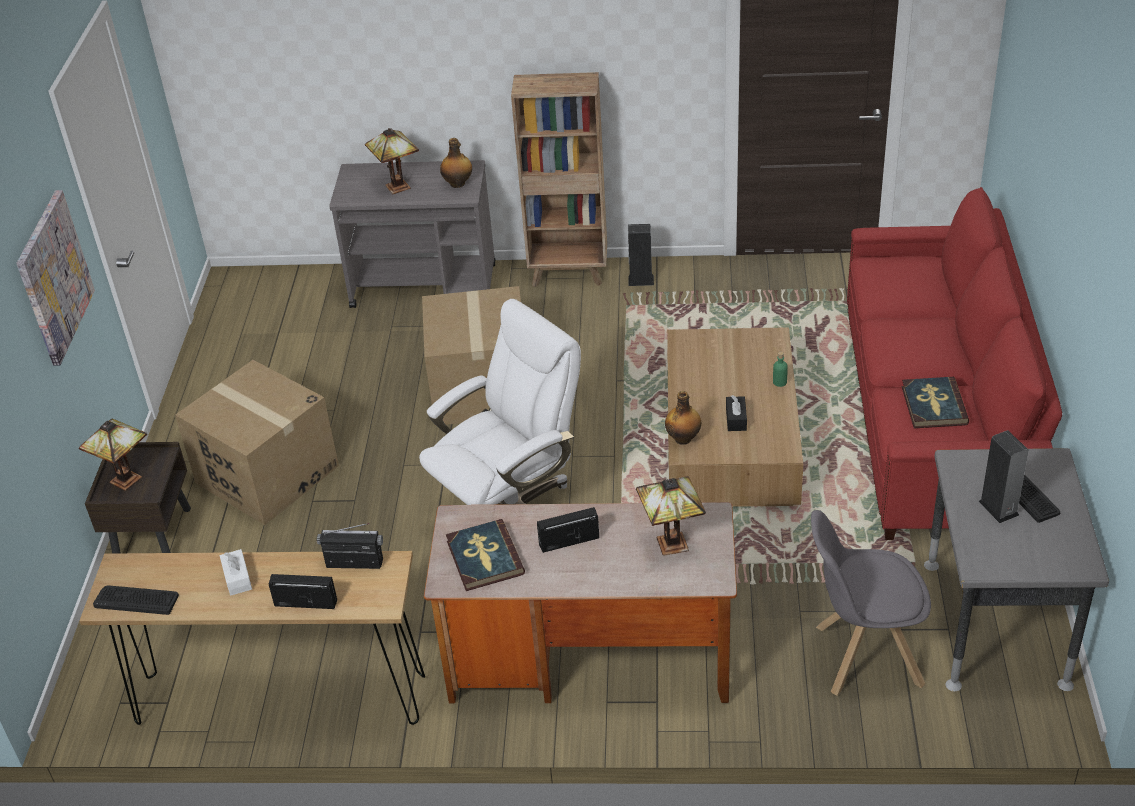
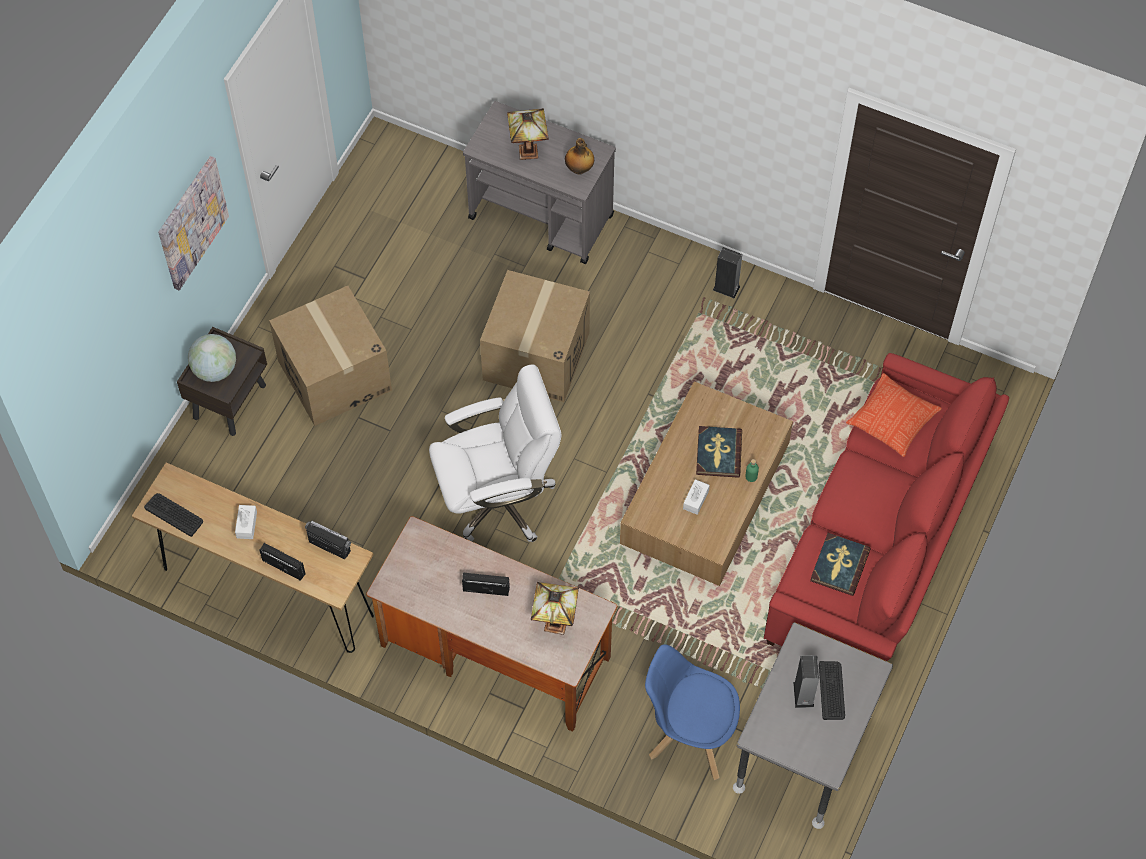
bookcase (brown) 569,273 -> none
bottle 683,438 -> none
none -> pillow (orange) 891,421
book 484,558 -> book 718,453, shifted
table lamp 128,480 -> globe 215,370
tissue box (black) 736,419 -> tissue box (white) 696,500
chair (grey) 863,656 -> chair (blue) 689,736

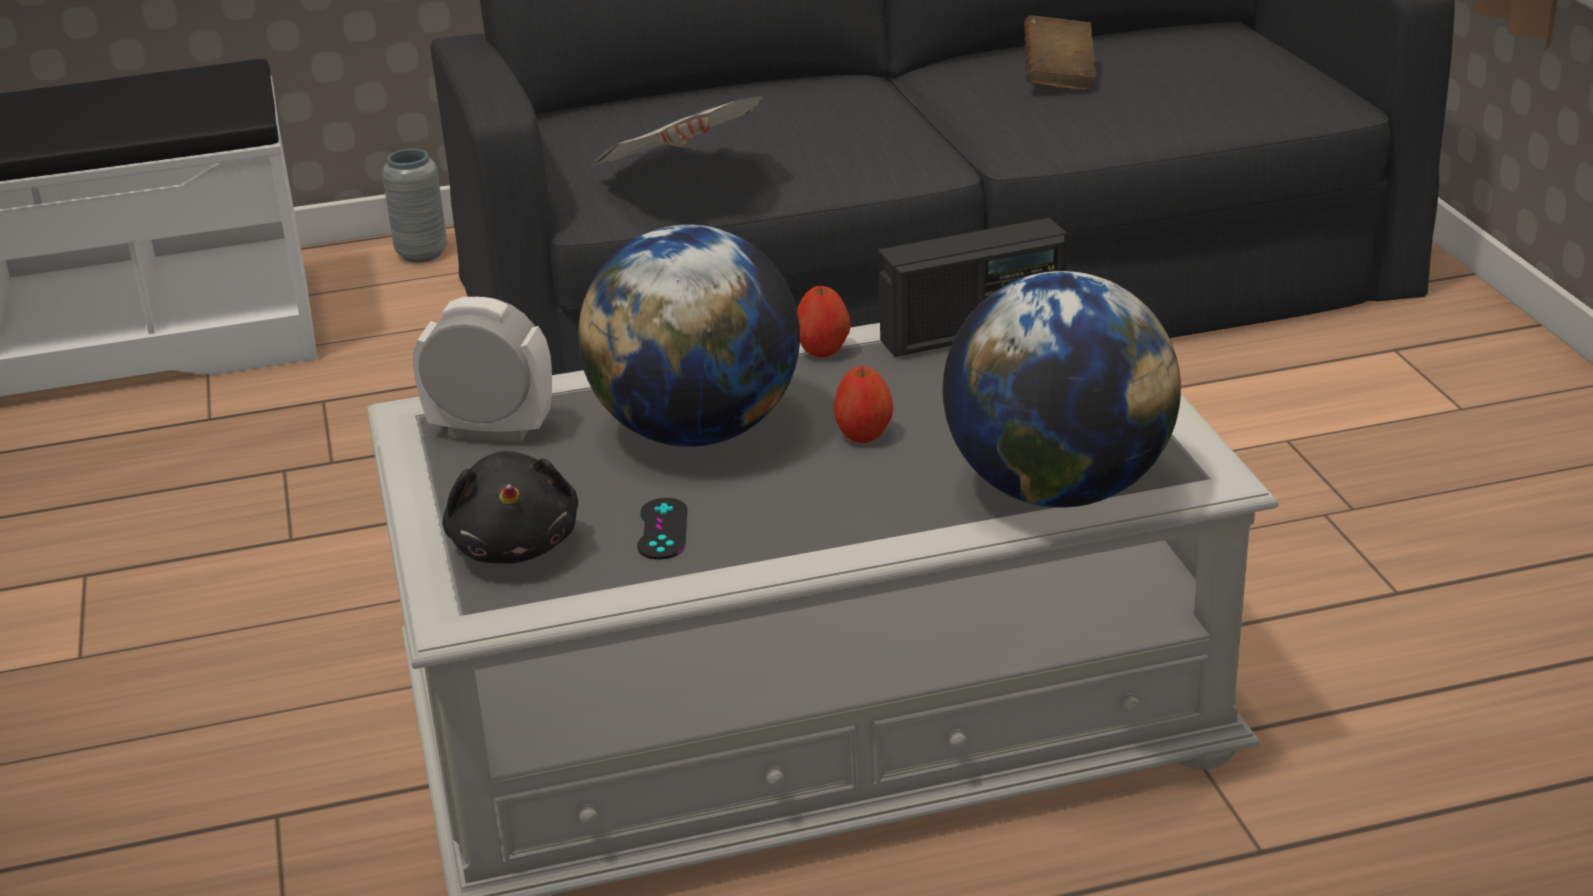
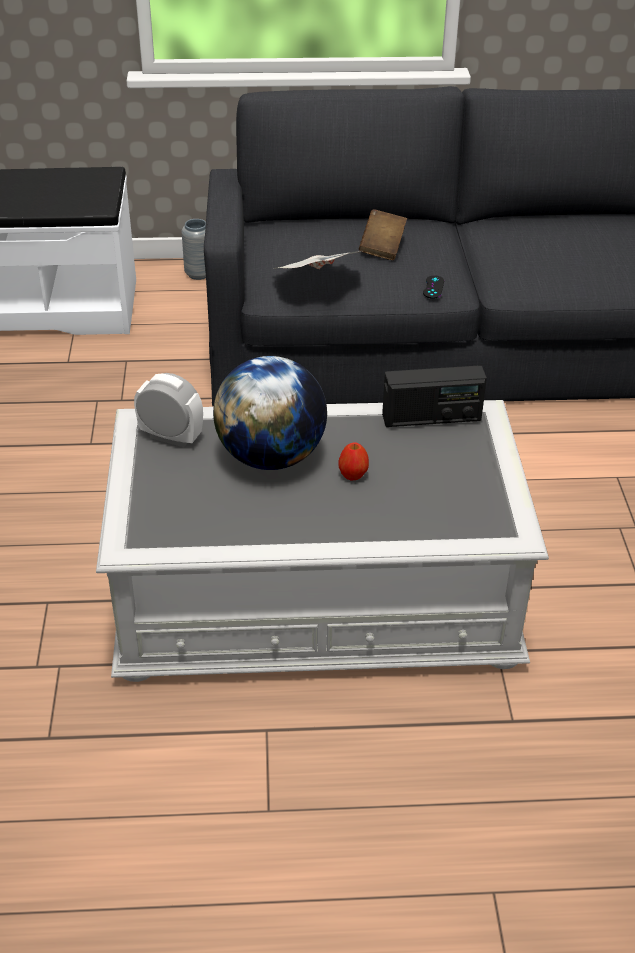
plush toy (black) 515,545 -> none
apple 823,350 -> none
globe 1057,489 -> none
game controller (black) 662,529 -> game controller (black) 433,287, shifted
book (brown) 1058,77 -> book (brown) 382,247, shifted

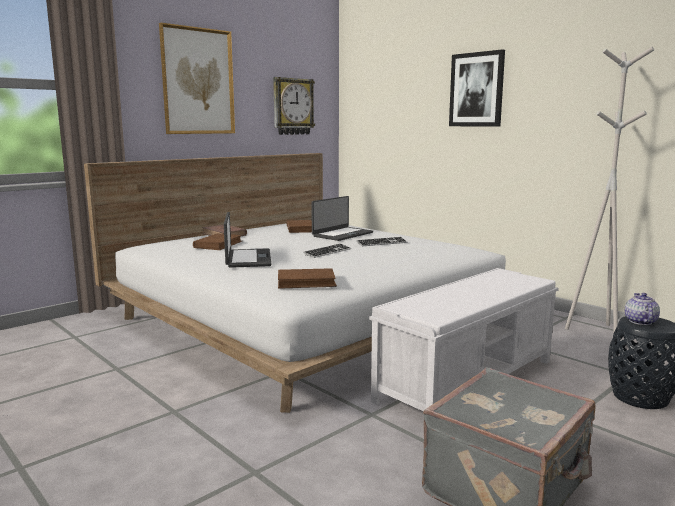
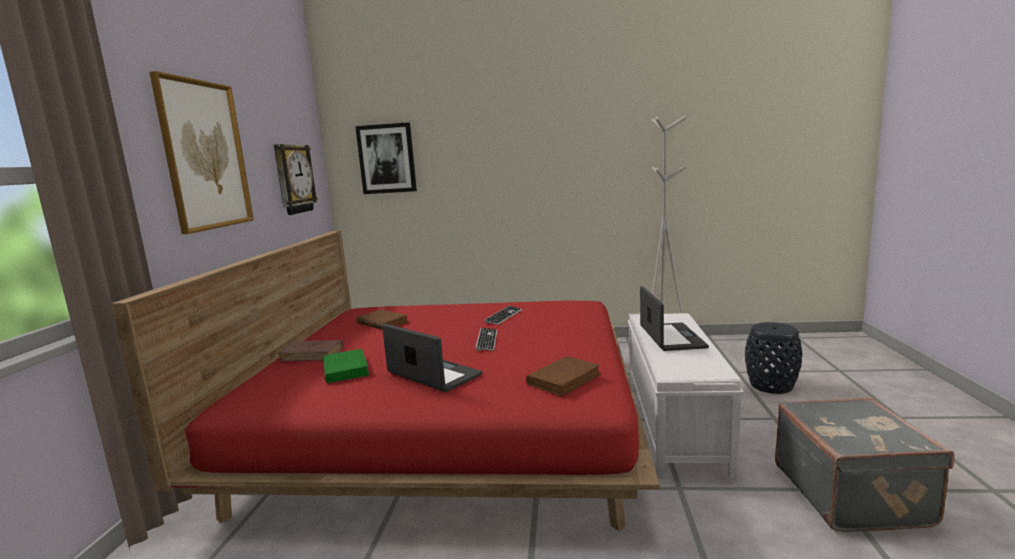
teapot 640,321 -> none
laptop 342,234 -> laptop 671,337, shifted
picture 476,89 -> picture 387,159, shifted
bed (white) 307,320 -> bed (red) 451,422
book (brown) 218,244 -> book (green) 345,369

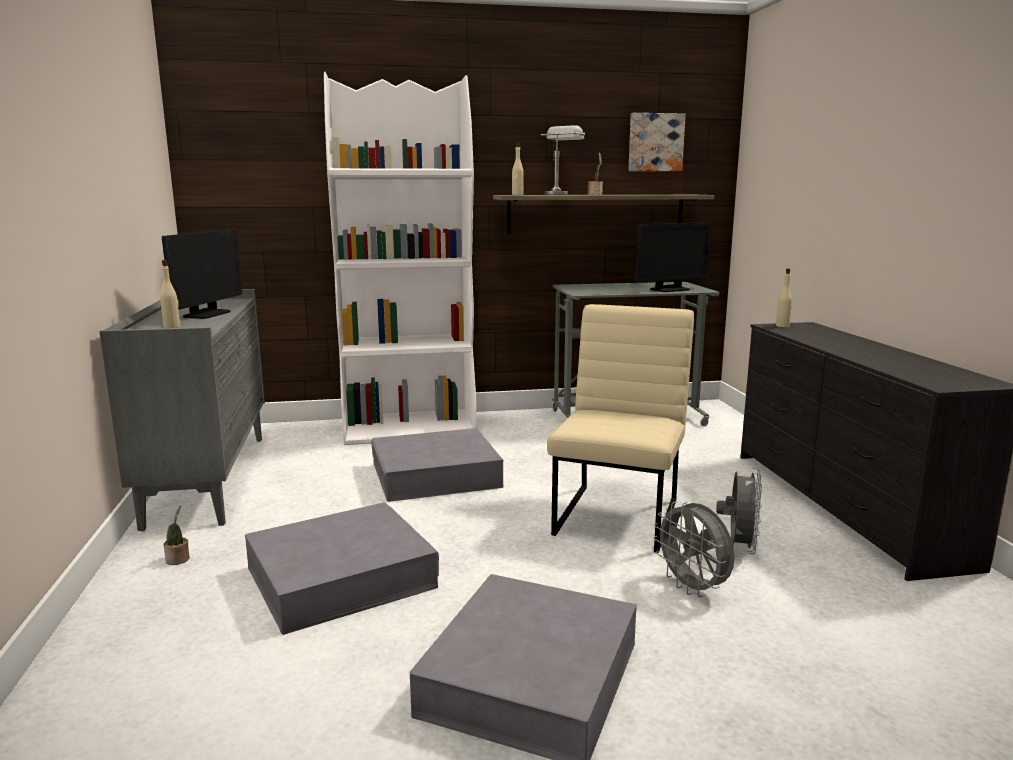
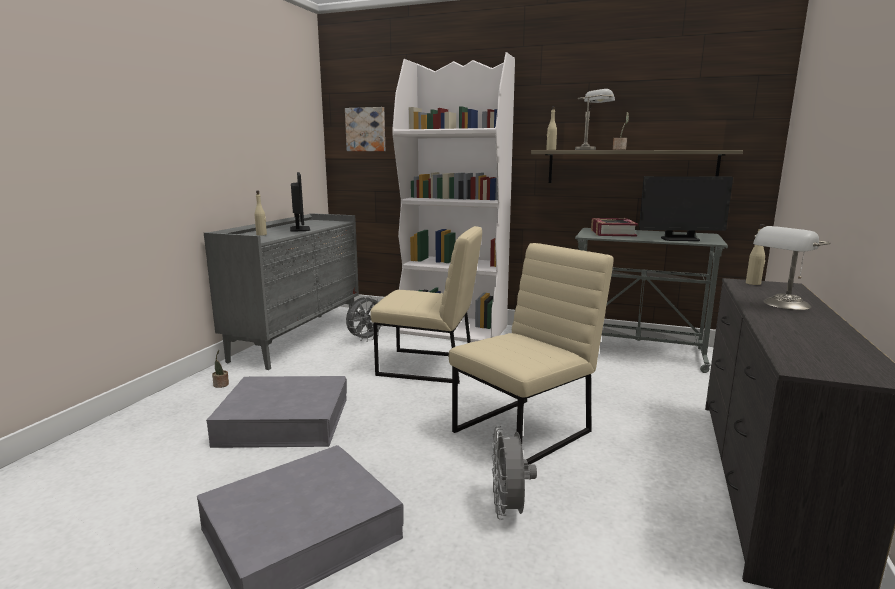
none -> book 612,233
none -> table lamp (white) 782,305
picture 655,142 -> picture 366,129, shifted
fan (grey) 738,547 -> fan (grey) 366,339, shifted
storage box (grey) 436,475 -> chair (beige) 429,366
monitor 207,314 -> monitor 300,229, 60 degrees counterclockwise

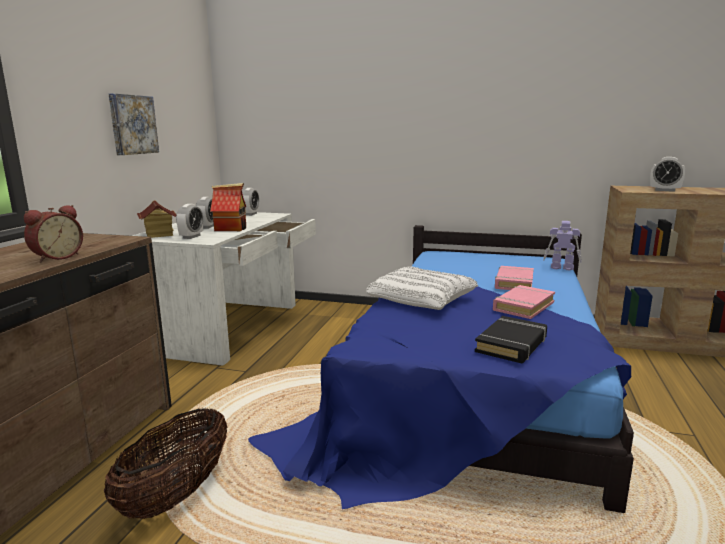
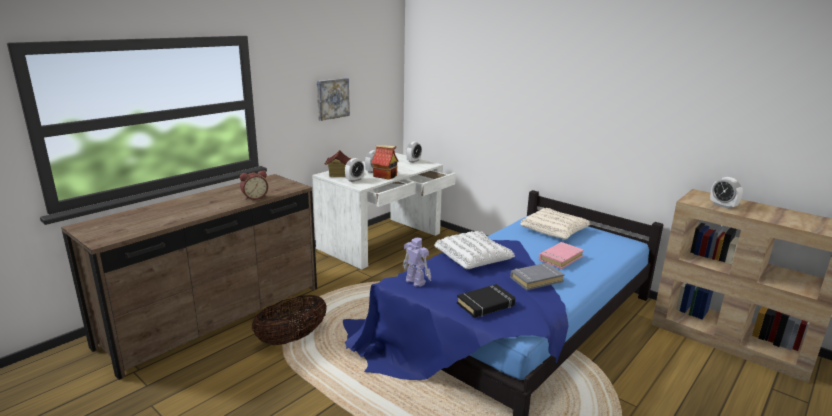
none -> pillow (beige) 554,230
toy robot 561,267 -> toy robot 415,281, shifted
book (pink) 523,306 -> book (grey) 536,279

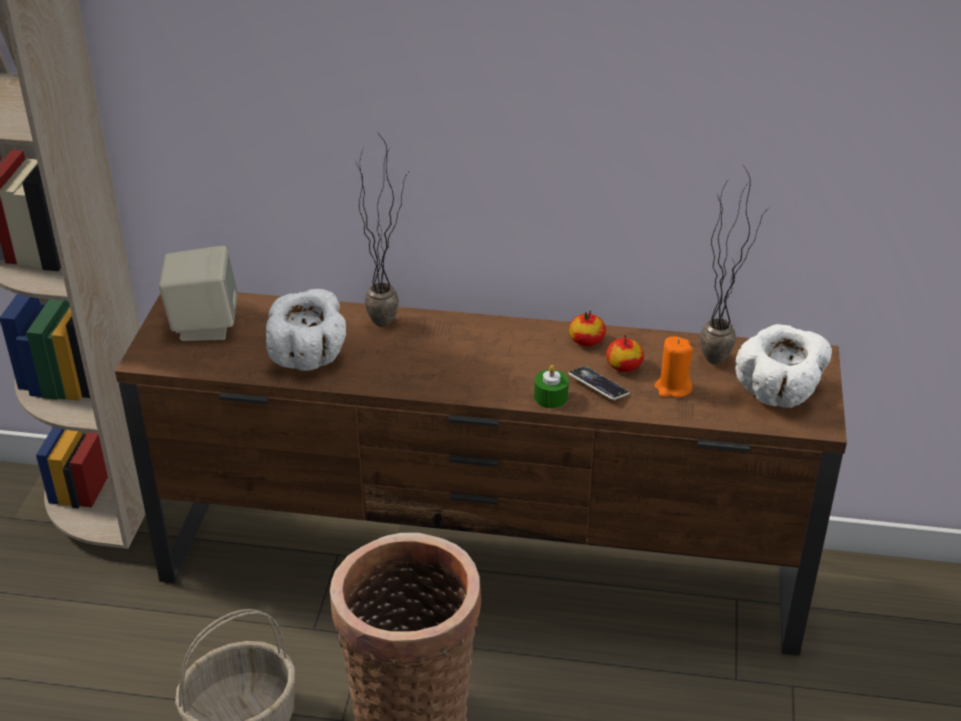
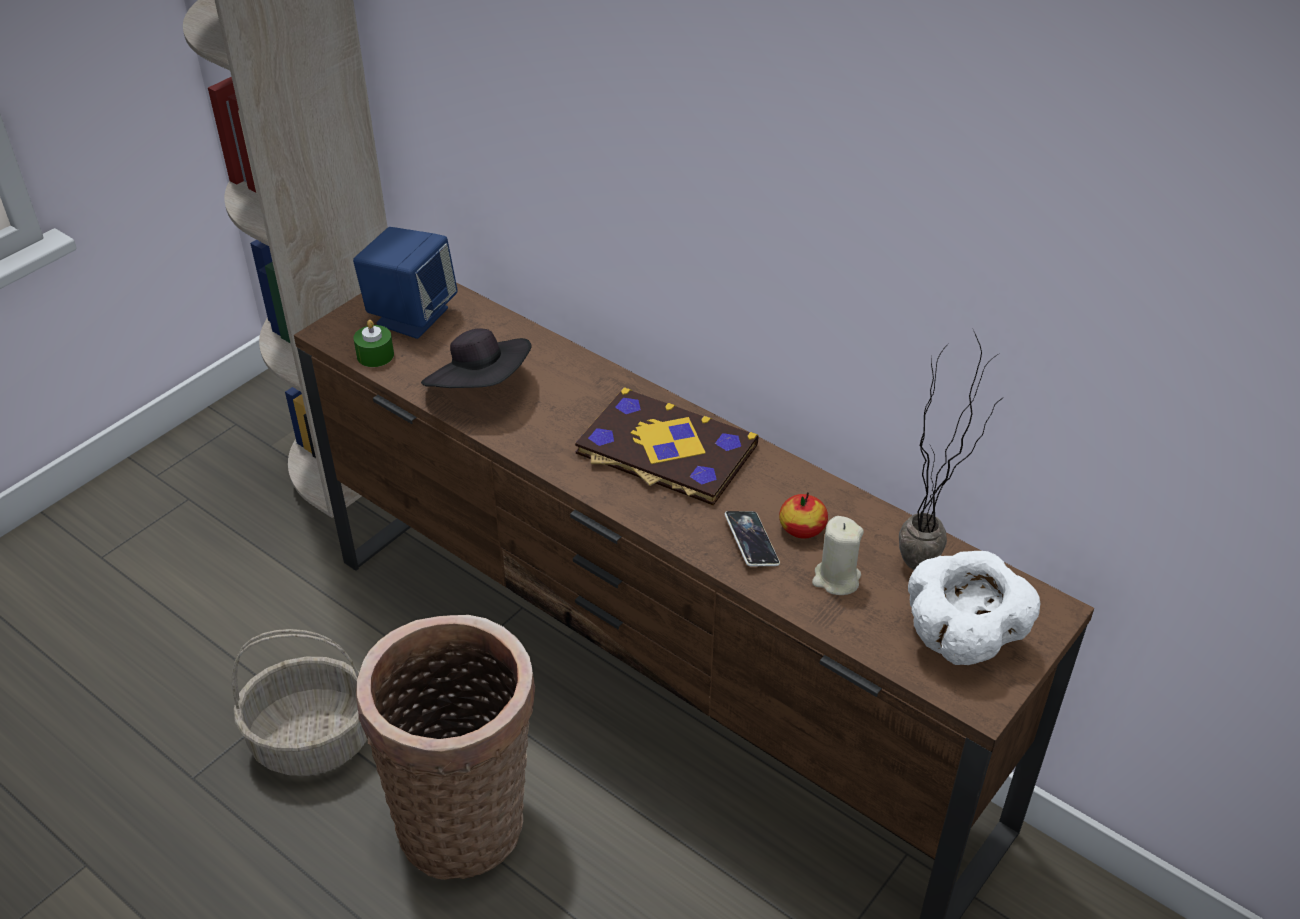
potted plant 390,318 -> none
apple 586,340 -> none
none -> book 665,451
candle (green) 550,397 -> candle (green) 375,355, shifted
bowl (white) 309,356 -> hat (black) 481,388
speaker (beige) 203,325 -> speaker (blue) 411,316
candle (orange) 672,388 -> candle (beige) 836,579

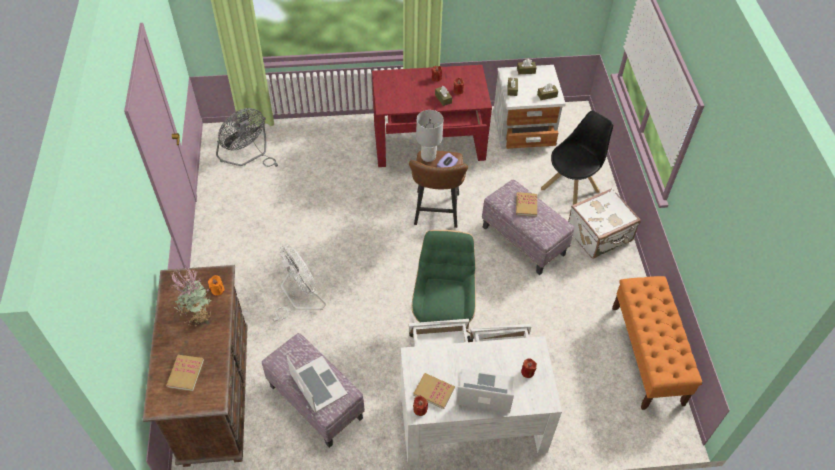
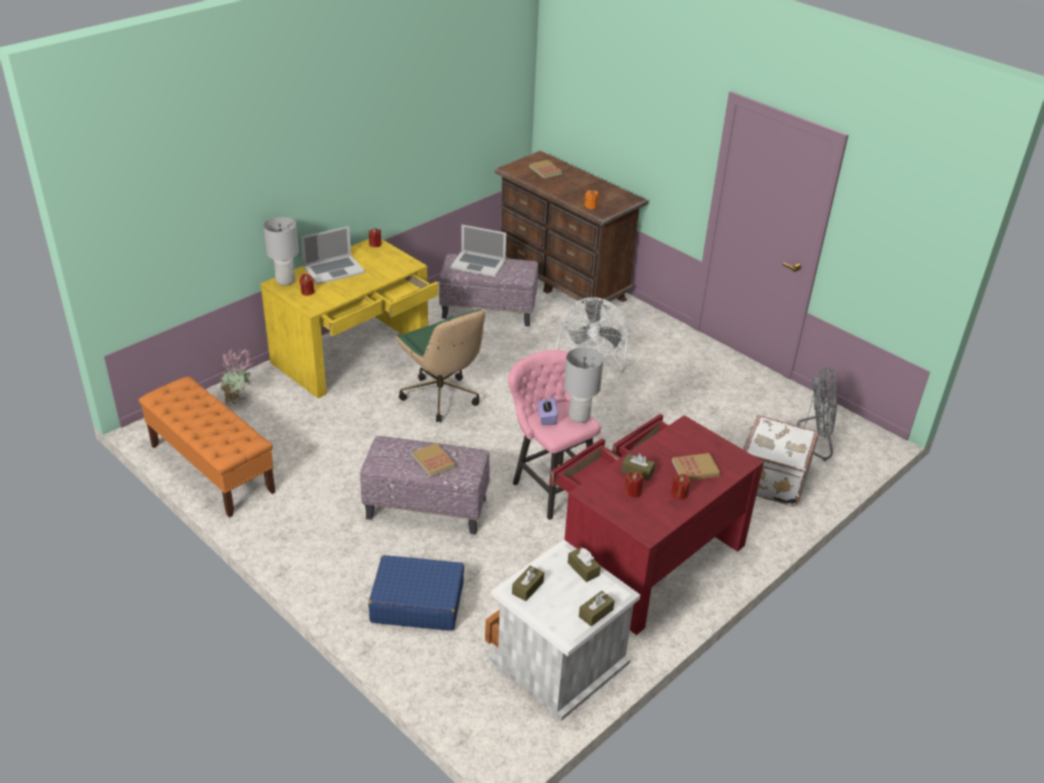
none -> table lamp (grey) 286,282
potted plant 198,315 -> potted plant 239,401, shifted
book 434,391 -> book 695,469, shifted
suitcase (white) 600,235 -> suitcase (white) 770,478, shifted
chair (black) 571,189 -> suitcase (blue) 417,602
desk (white) 470,414 -> desk (yellow) 357,356
stool (brown) 436,214 -> stool (pink) 549,484

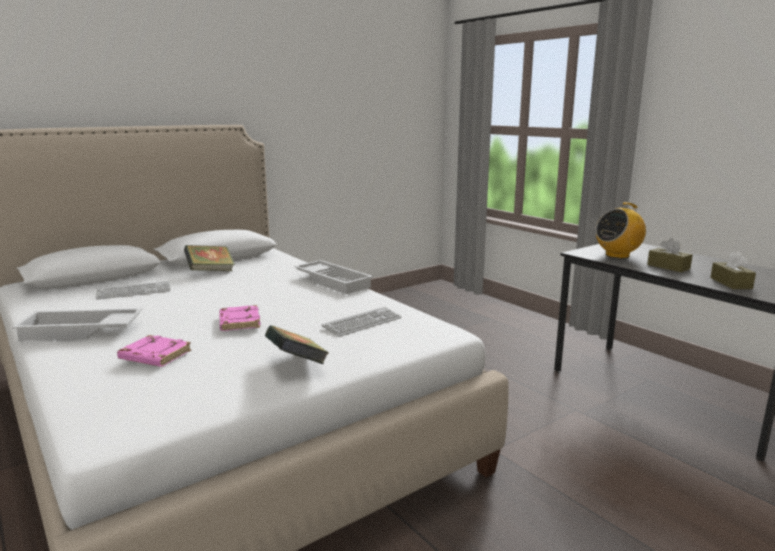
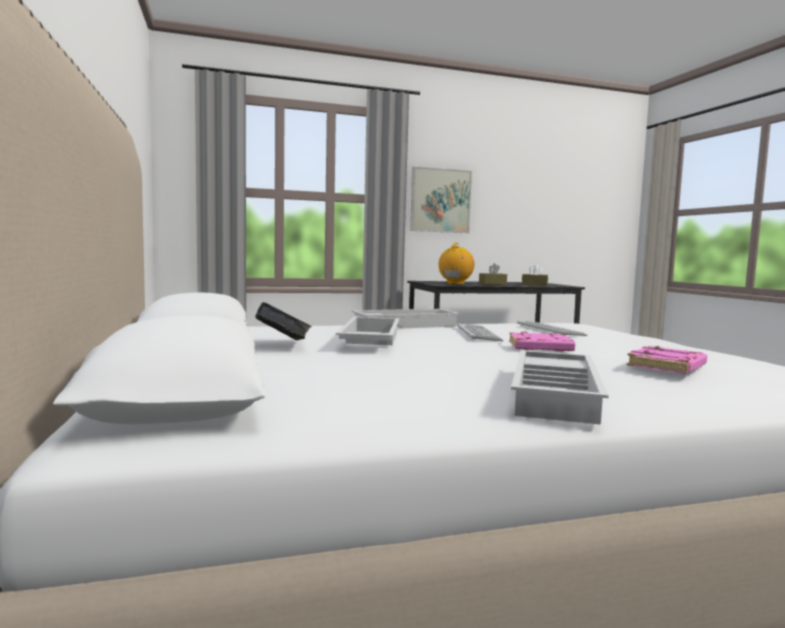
book 296,365 -> none
none -> tray (white) 368,341
none -> picture 440,200
keyboard 134,291 -> keyboard 478,334, shifted
radio 617,255 -> radio 455,284, 150 degrees counterclockwise

